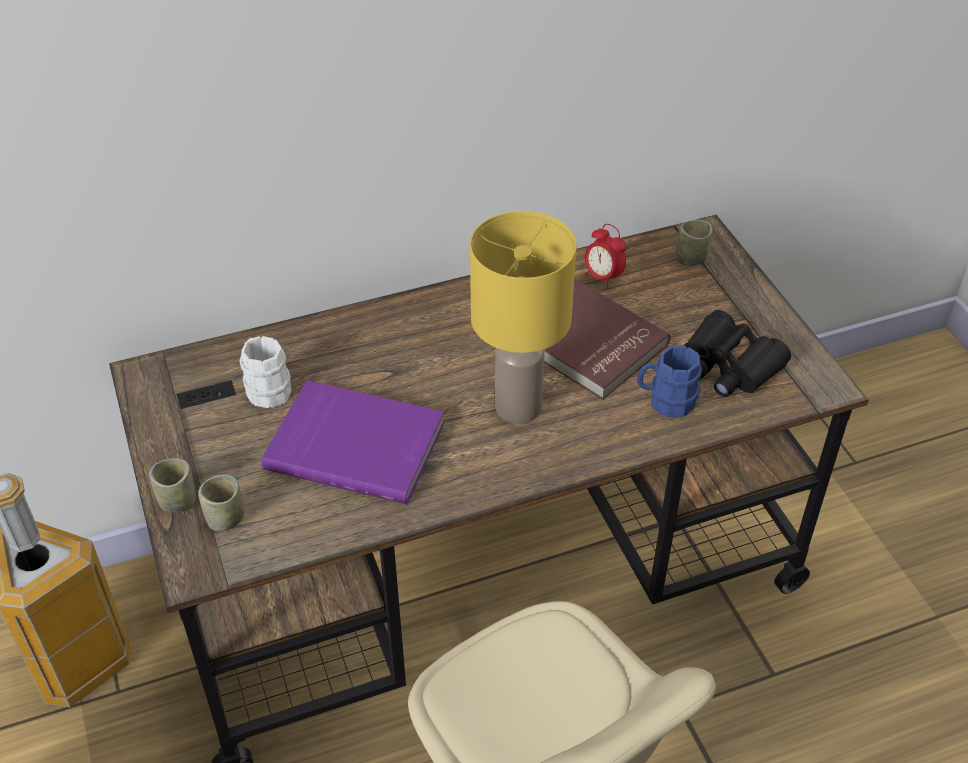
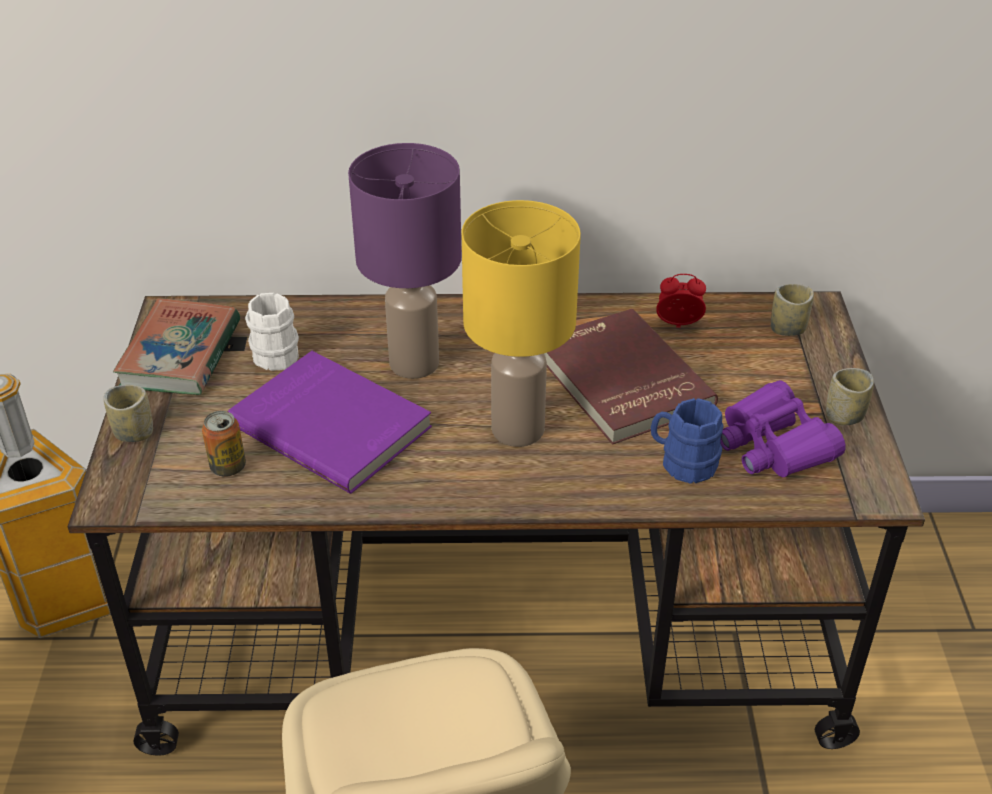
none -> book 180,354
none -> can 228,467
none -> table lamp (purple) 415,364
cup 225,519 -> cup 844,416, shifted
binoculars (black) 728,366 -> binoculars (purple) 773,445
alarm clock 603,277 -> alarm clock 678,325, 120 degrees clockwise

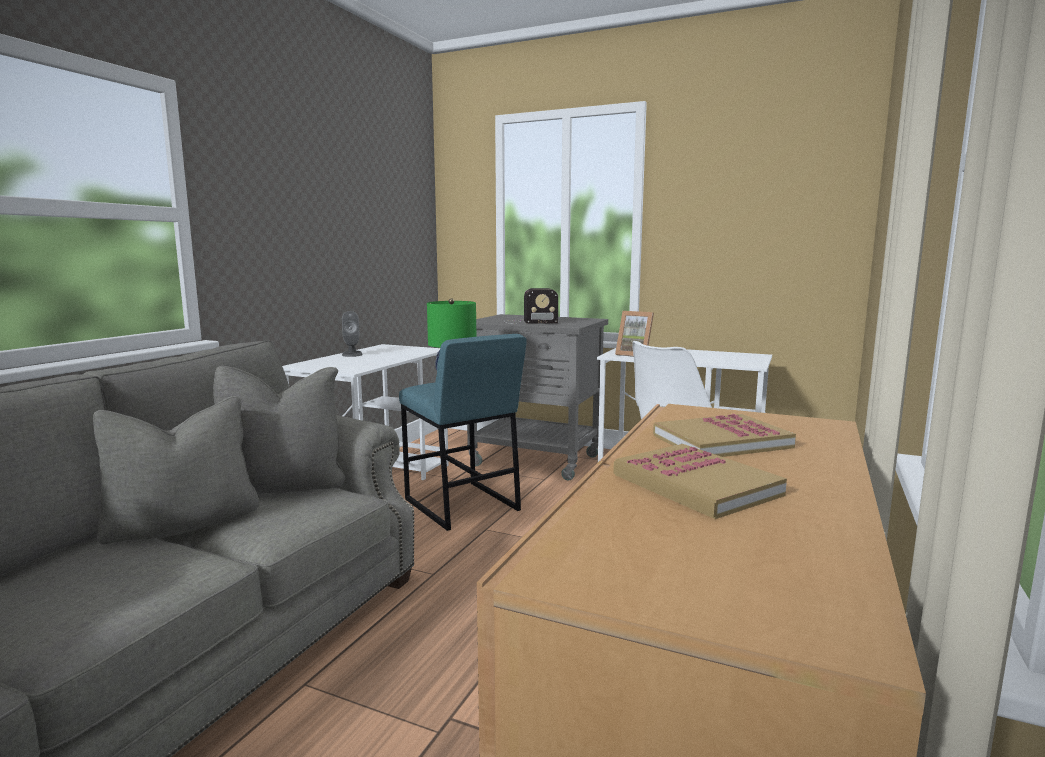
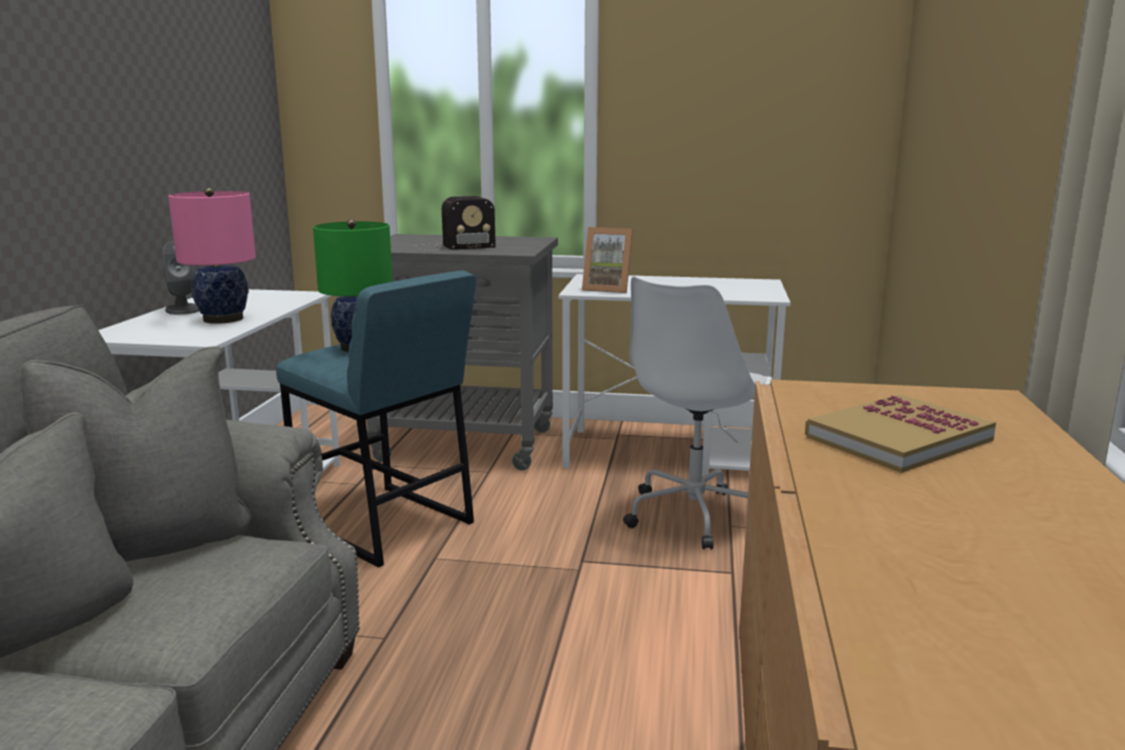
book 695,485 -> none
none -> table lamp (pink) 223,319

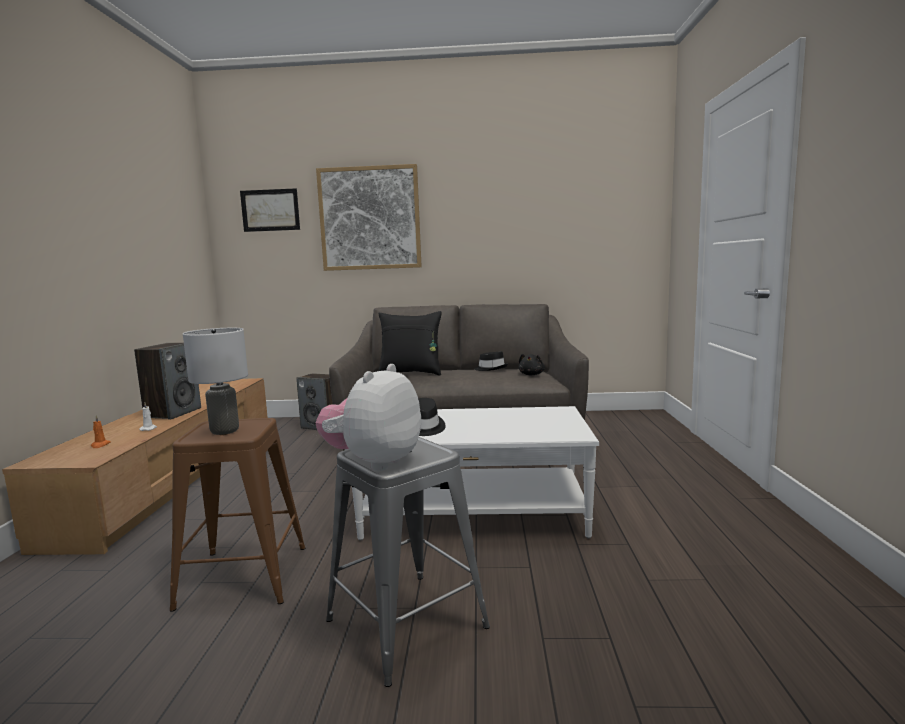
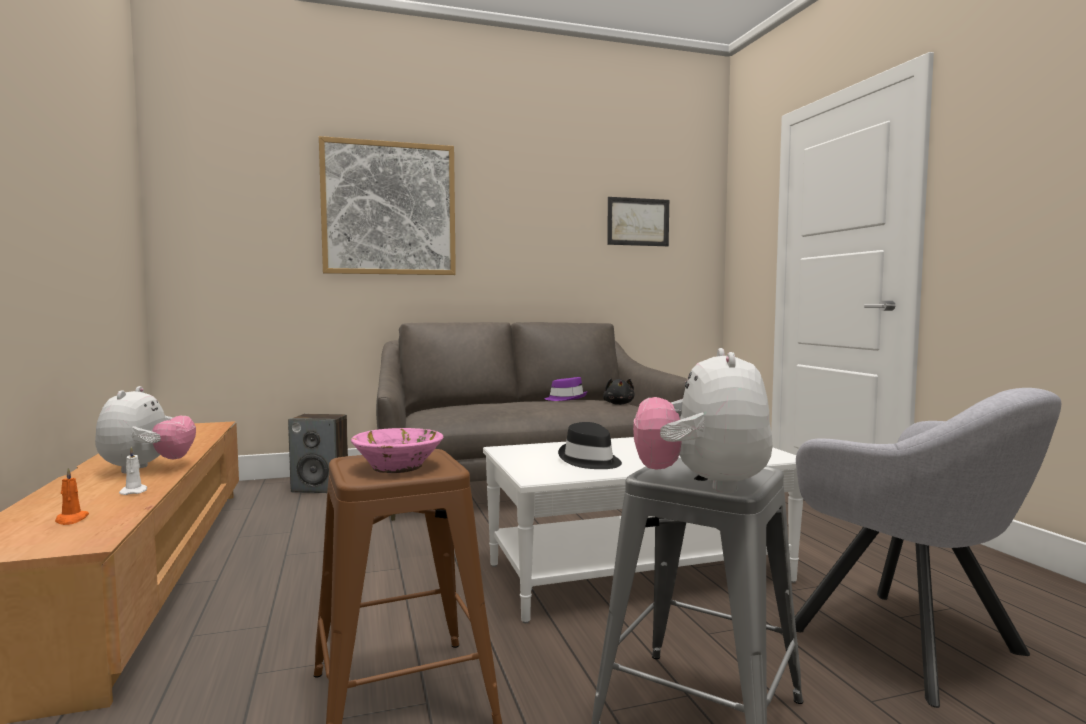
pillow (black) 410,374 -> none
none -> armchair (grey) 916,647
picture 270,210 -> picture 638,222, shifted
speaker 173,413 -> plush toy 147,469
table lamp (white) 226,431 -> bowl (pink) 399,467
hat (black) 491,369 -> hat (purple) 566,399

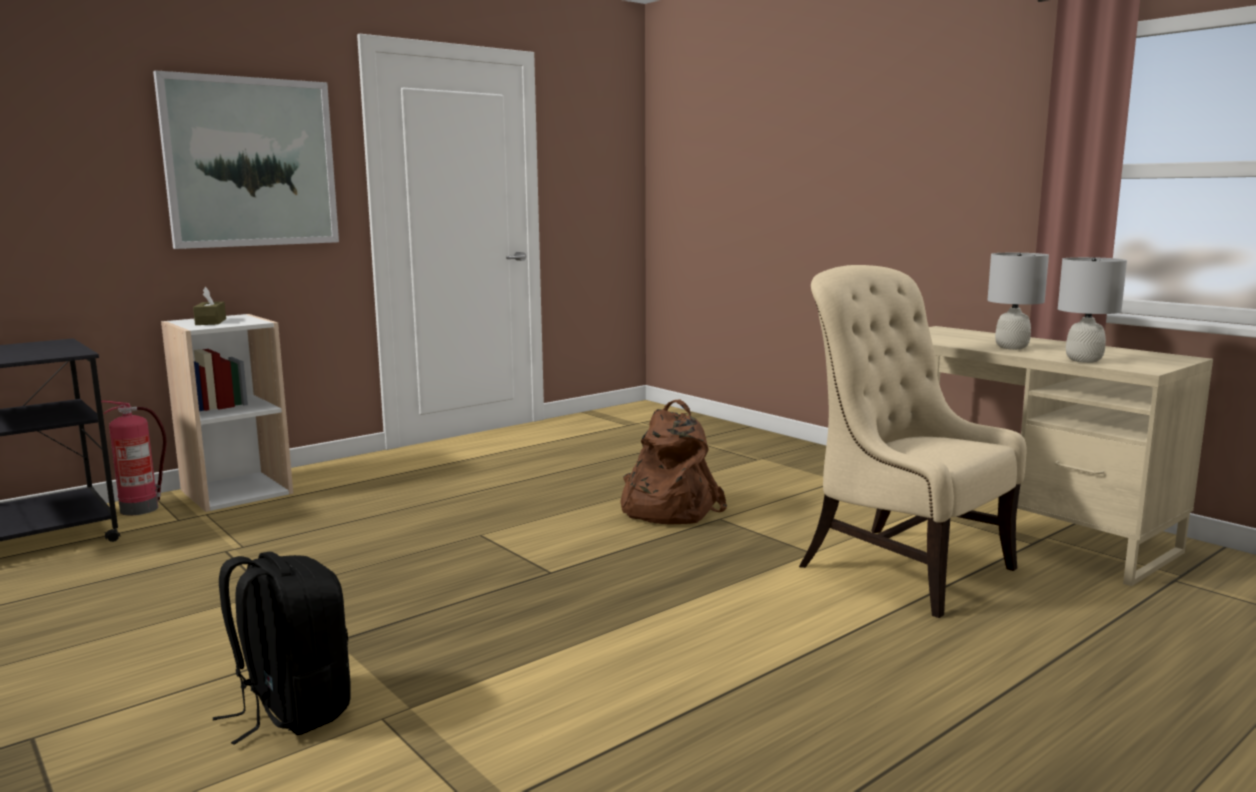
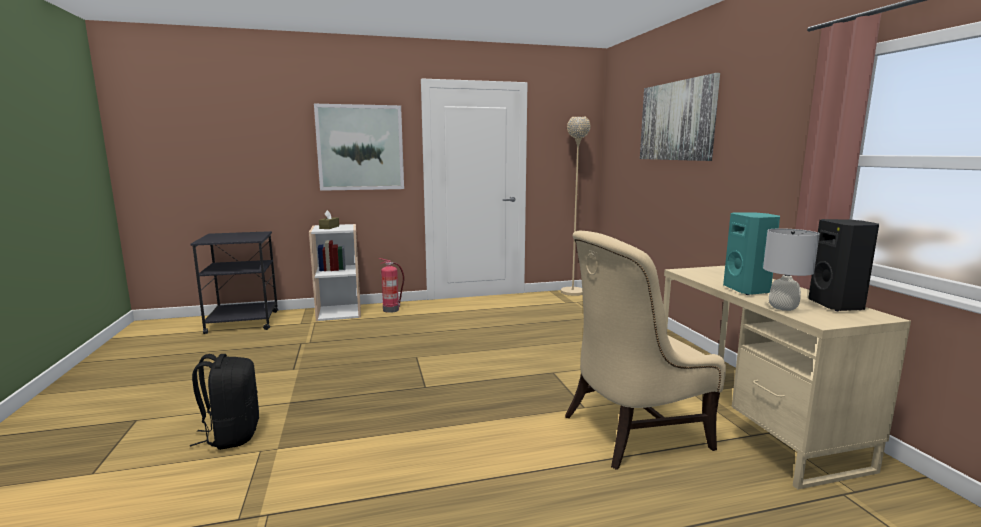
backpack (brown) 666,509 -> none
none -> floor lamp (beige) 572,292
none -> picture 677,121
none -> speaker (black) 838,306
fire extinguisher 141,509 -> fire extinguisher 392,310, shifted
table lamp (grey) 1013,348 -> speaker (turquoise) 748,290
chair (beige) 901,567 -> chair (beige) 632,431, 90 degrees counterclockwise

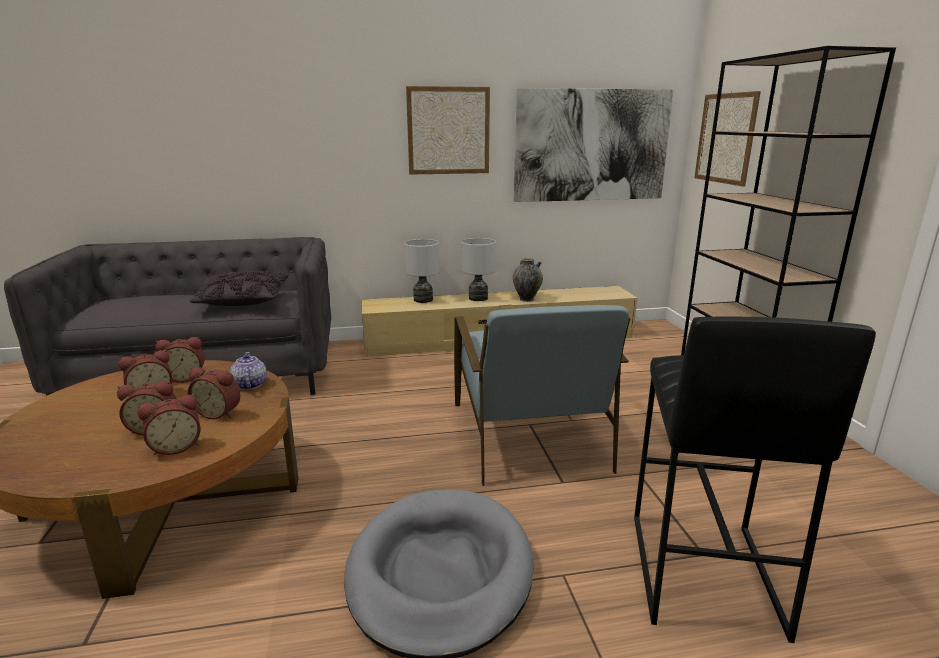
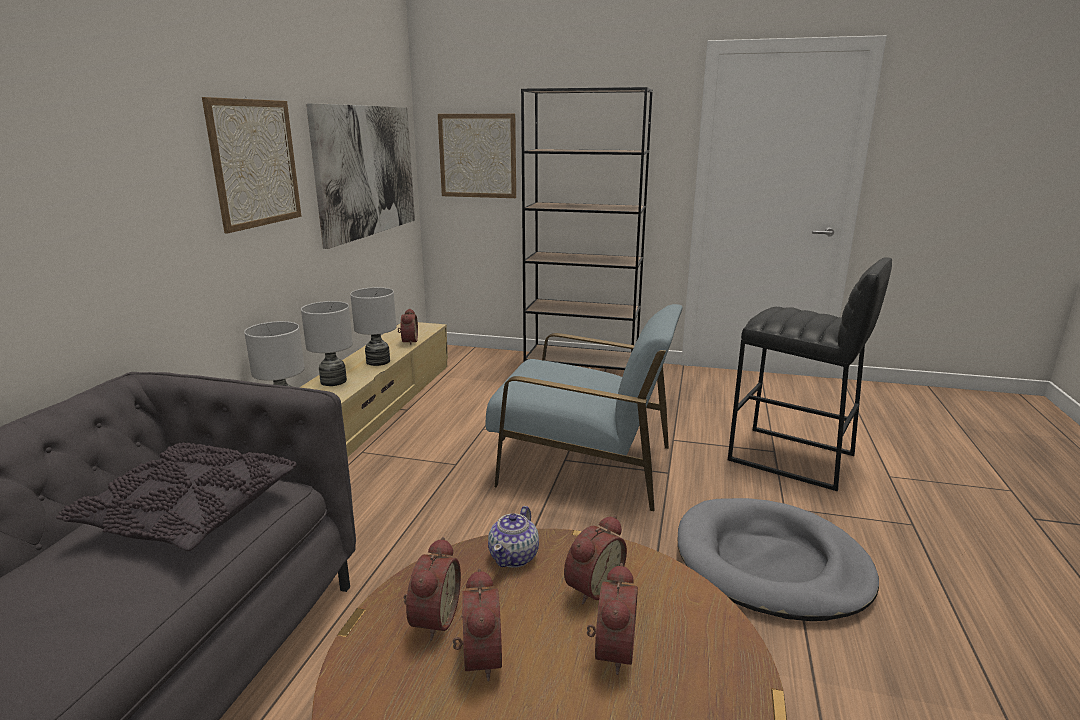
alarm clock 176,447 -> alarm clock 408,341, shifted
vase 526,299 -> table lamp (grey) 378,361
teapot 249,385 -> teapot 514,556, 75 degrees counterclockwise

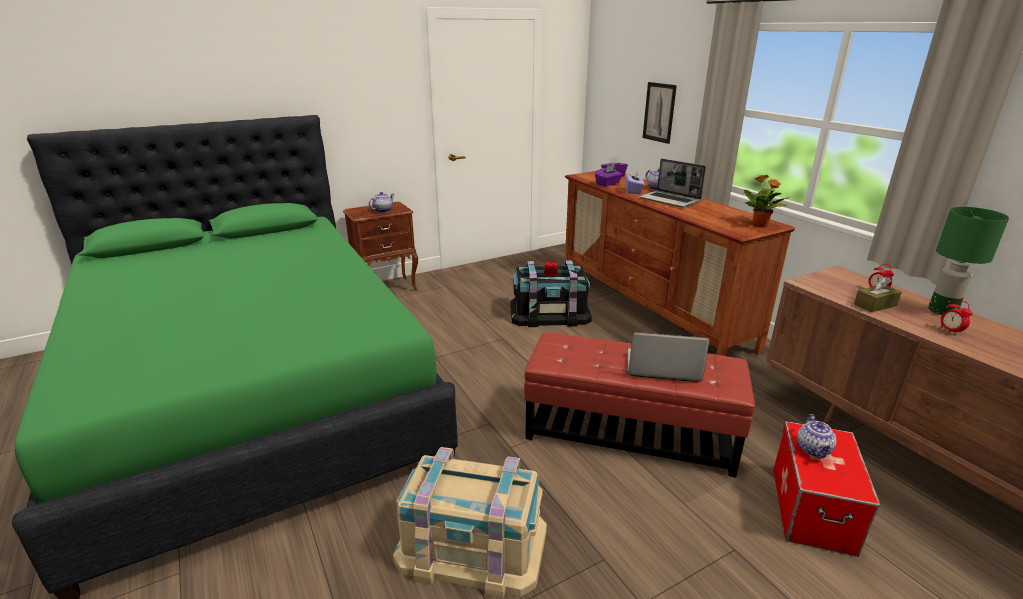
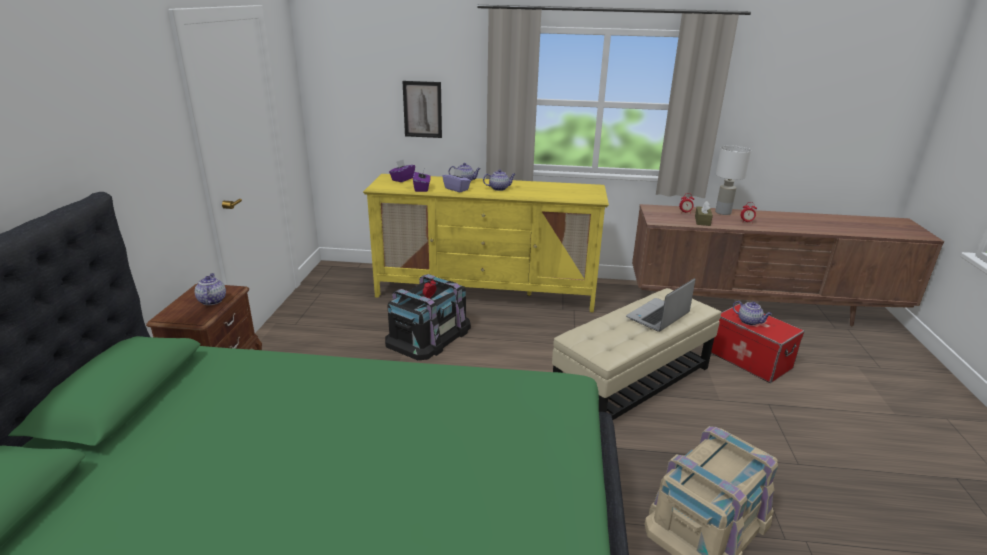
potted plant 760,224 -> none
laptop 670,200 -> teapot 499,188
ottoman (red) 629,433 -> ottoman (beige) 633,383
dresser (brown) 650,309 -> dresser (yellow) 485,292
table lamp (green) 941,311 -> table lamp (white) 722,212

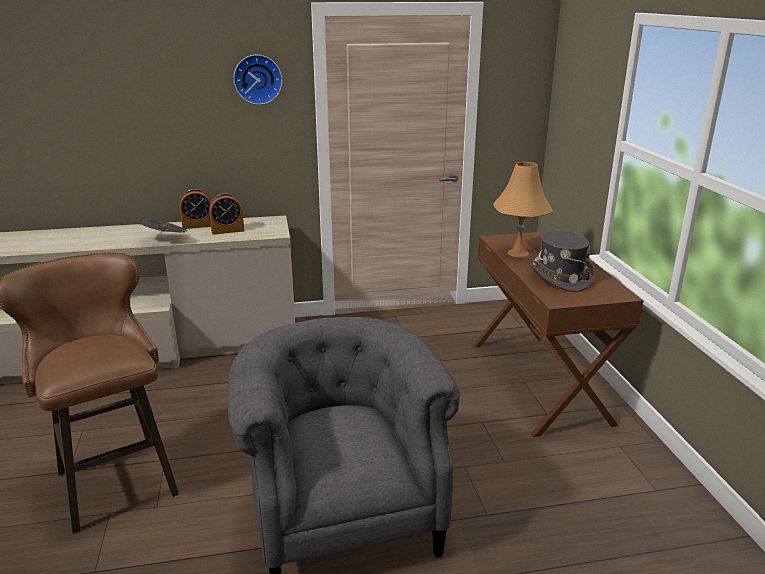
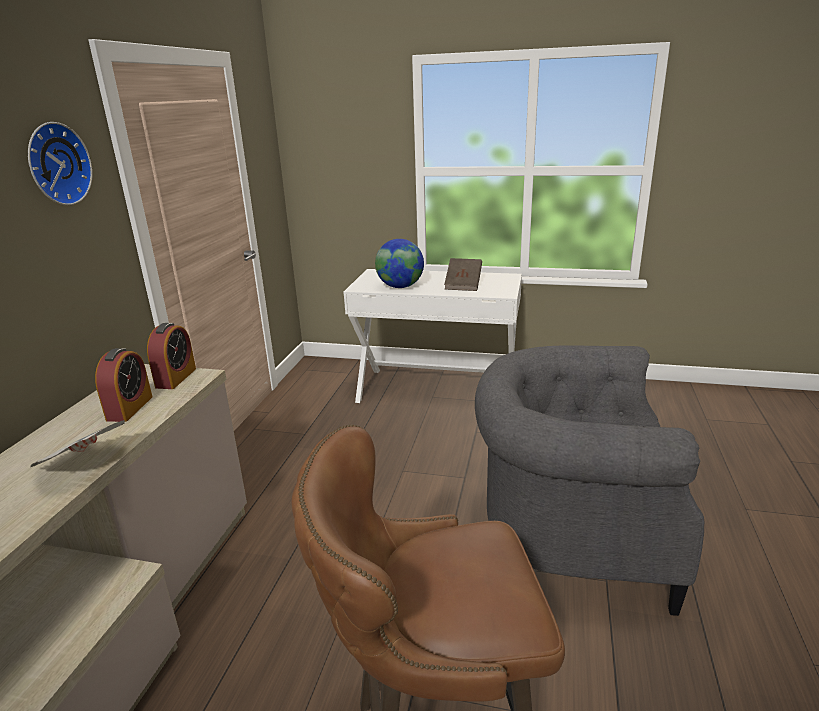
alarm clock 198,225 -> alarm clock 176,378, shifted
table lamp (orange) 518,253 -> globe 400,287
hat (grey) 560,277 -> book (brown) 463,285
console table (brown) 539,381 -> console table (white) 437,390

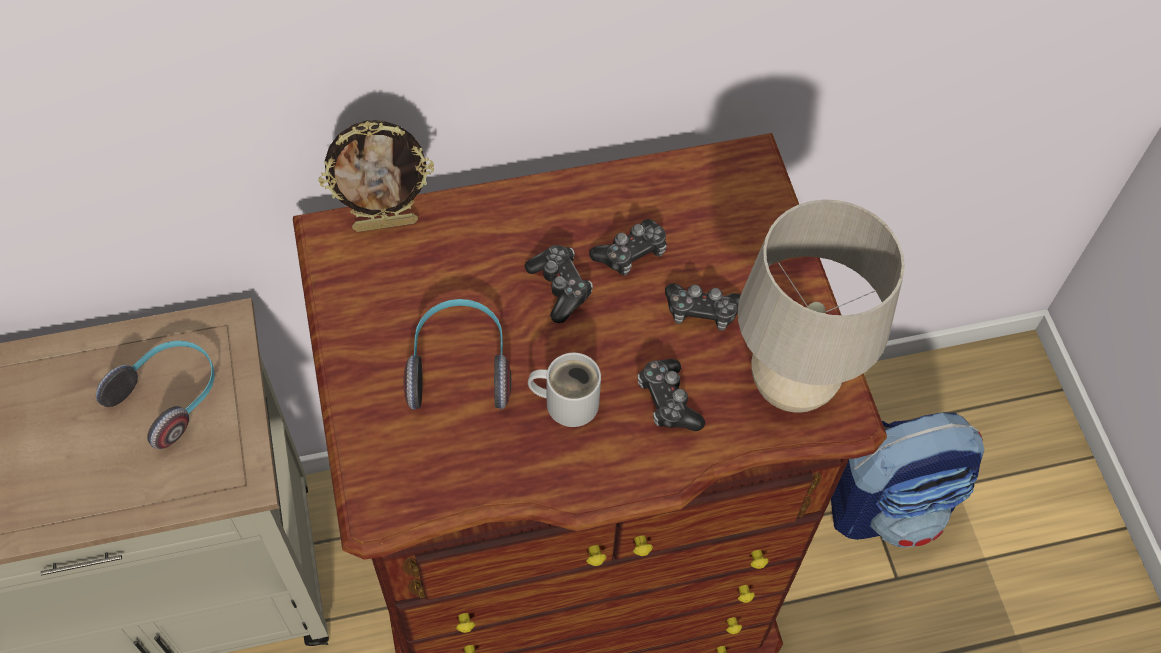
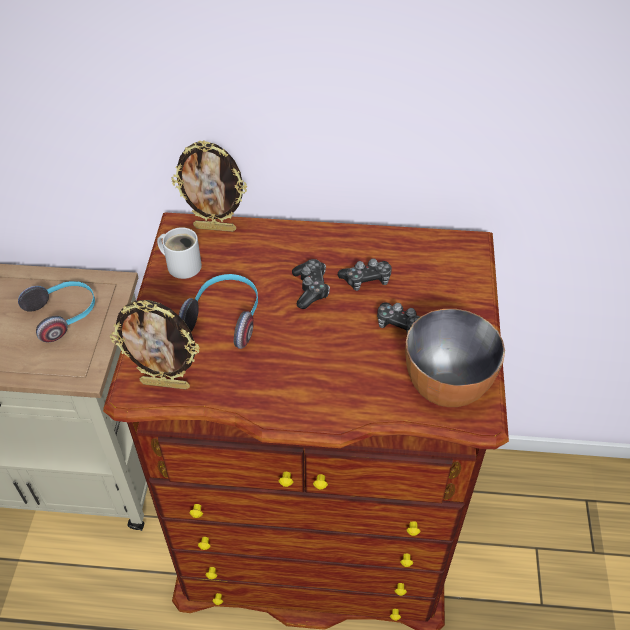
game controller 668,401 -> none
backpack 890,505 -> none
none -> picture frame 166,384
mug (white) 567,400 -> mug (white) 182,264, shifted
table lamp (beige) 790,385 -> bowl 446,386

